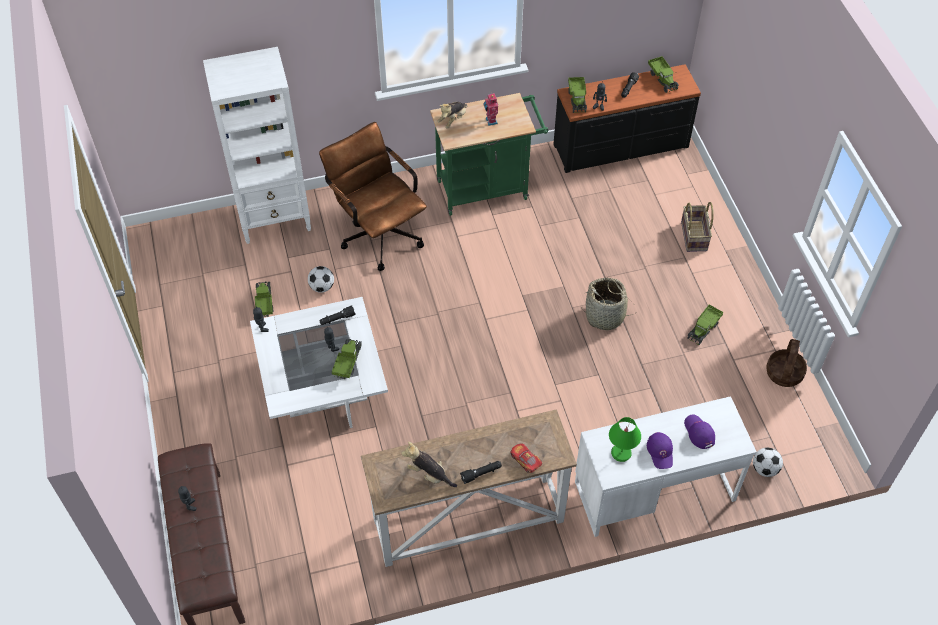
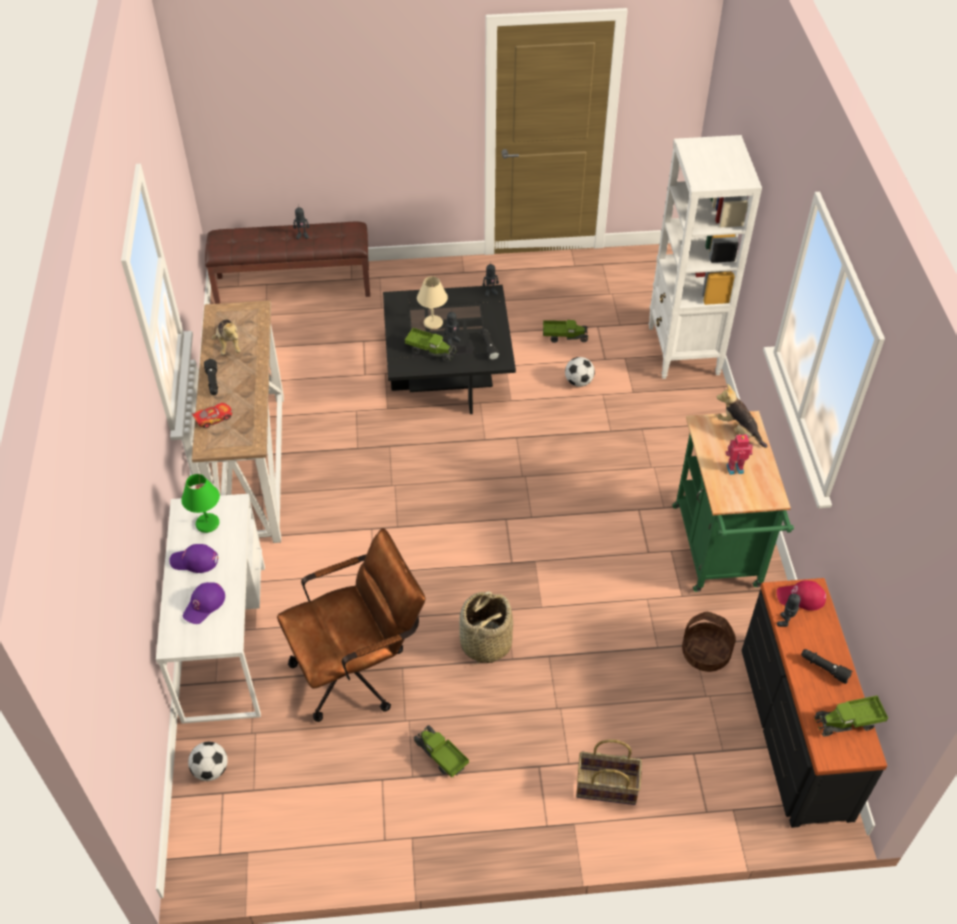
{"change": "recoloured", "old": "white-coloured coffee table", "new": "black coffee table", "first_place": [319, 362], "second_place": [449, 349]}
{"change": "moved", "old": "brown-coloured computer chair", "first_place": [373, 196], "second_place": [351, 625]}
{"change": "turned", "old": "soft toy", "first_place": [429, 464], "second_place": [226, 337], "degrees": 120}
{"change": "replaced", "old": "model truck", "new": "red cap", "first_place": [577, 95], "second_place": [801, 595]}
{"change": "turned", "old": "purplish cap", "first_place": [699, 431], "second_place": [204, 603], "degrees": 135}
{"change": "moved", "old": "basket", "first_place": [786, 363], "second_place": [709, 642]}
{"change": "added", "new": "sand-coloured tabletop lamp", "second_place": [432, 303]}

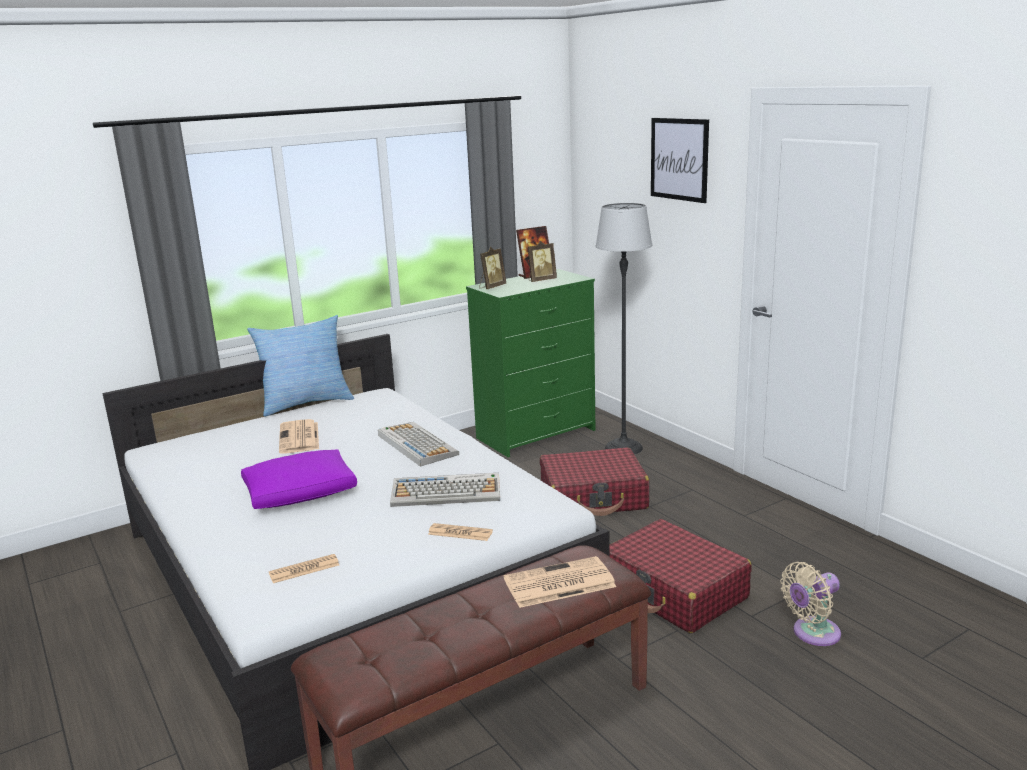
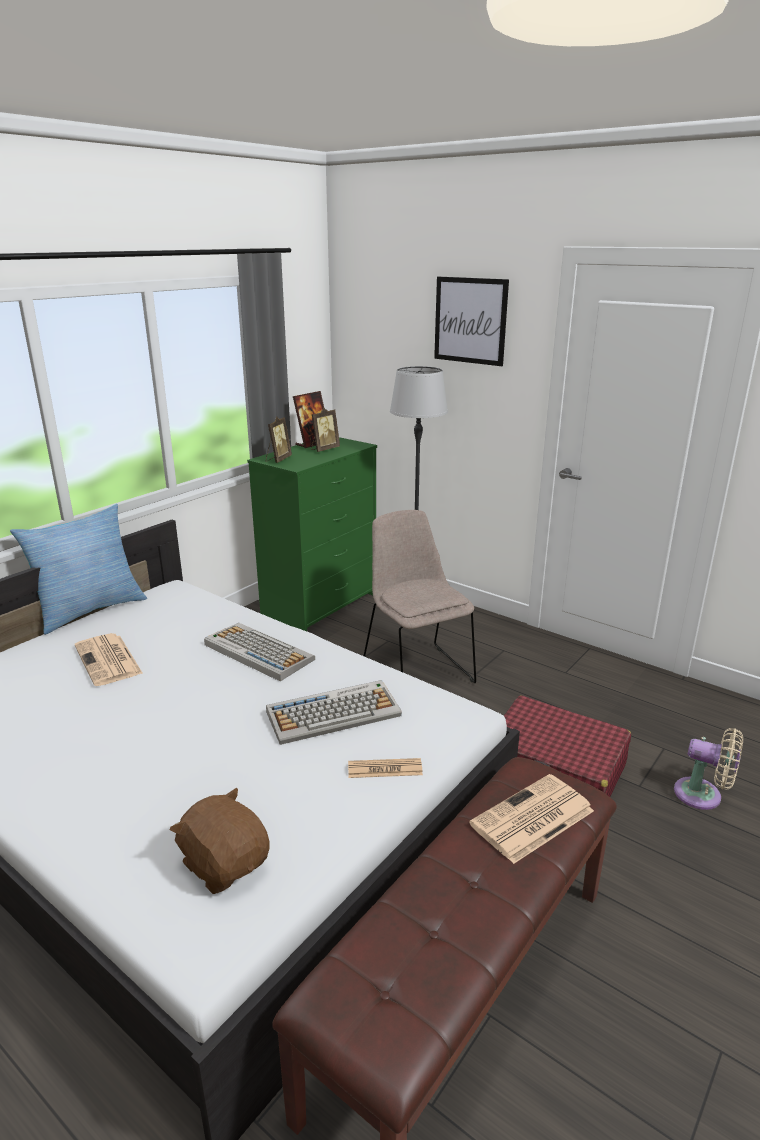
{"change": "removed", "old": "purplish throw pillow", "first_place": [299, 479]}
{"change": "replaced", "old": "daily paper", "new": "brown-coloured soft toy", "first_place": [304, 568], "second_place": [220, 841]}
{"change": "replaced", "old": "red suitcase", "new": "sand-coloured plain chair", "first_place": [594, 482], "second_place": [419, 596]}
{"change": "turned", "old": "sand-coloured fan", "first_place": [810, 604], "second_place": [708, 769], "degrees": -105}

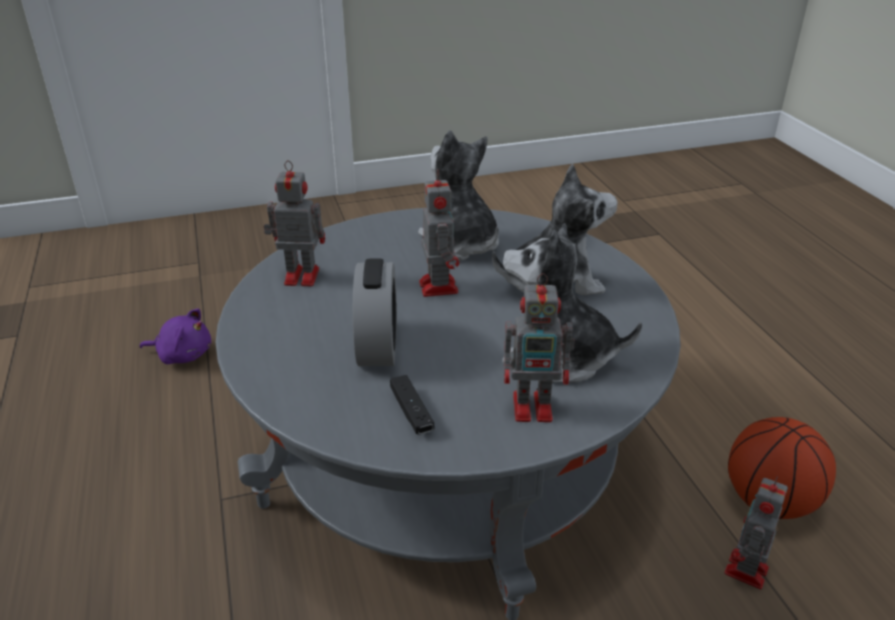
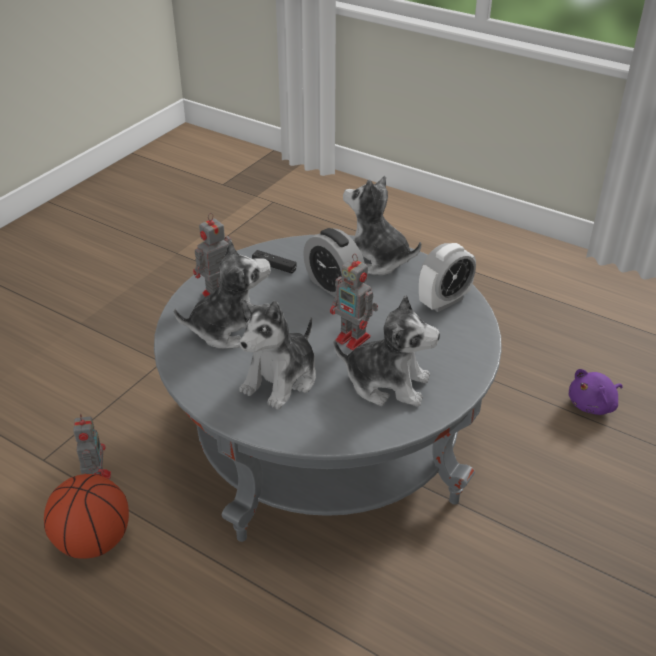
{"change": "replaced", "old": "robot figure", "new": "bedside clock", "first_place": [294, 223], "second_place": [447, 277]}
{"change": "added", "new": "soft toy", "second_place": [382, 225]}

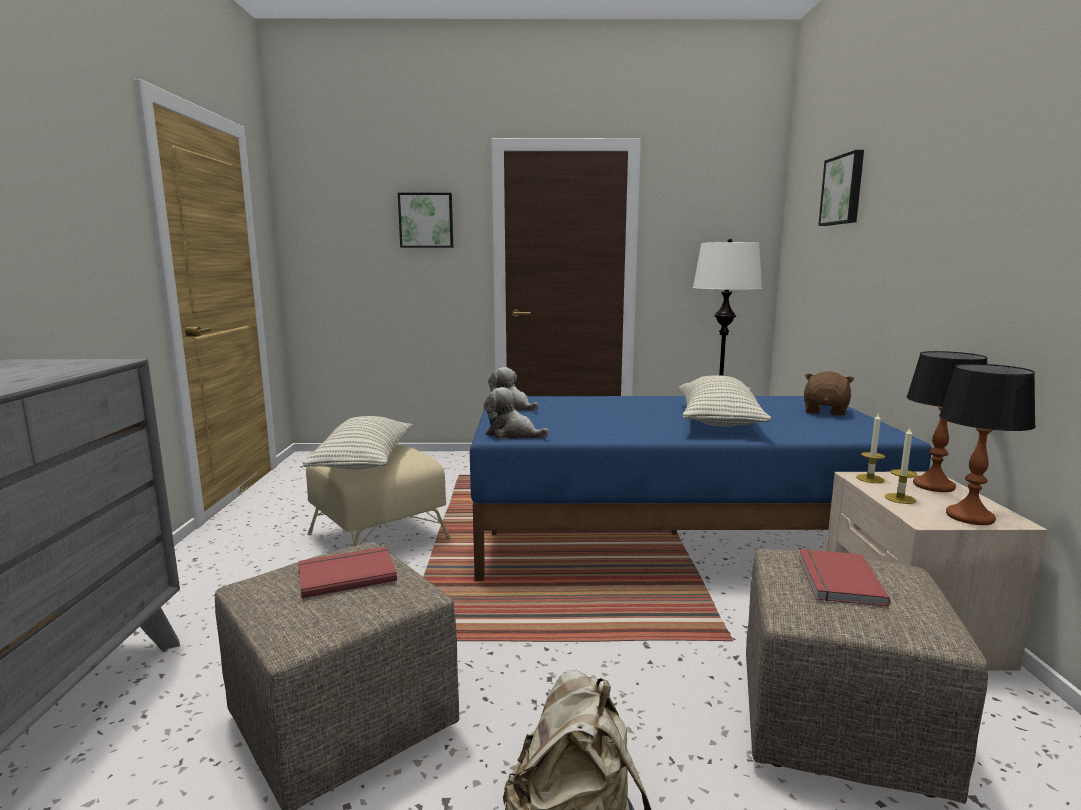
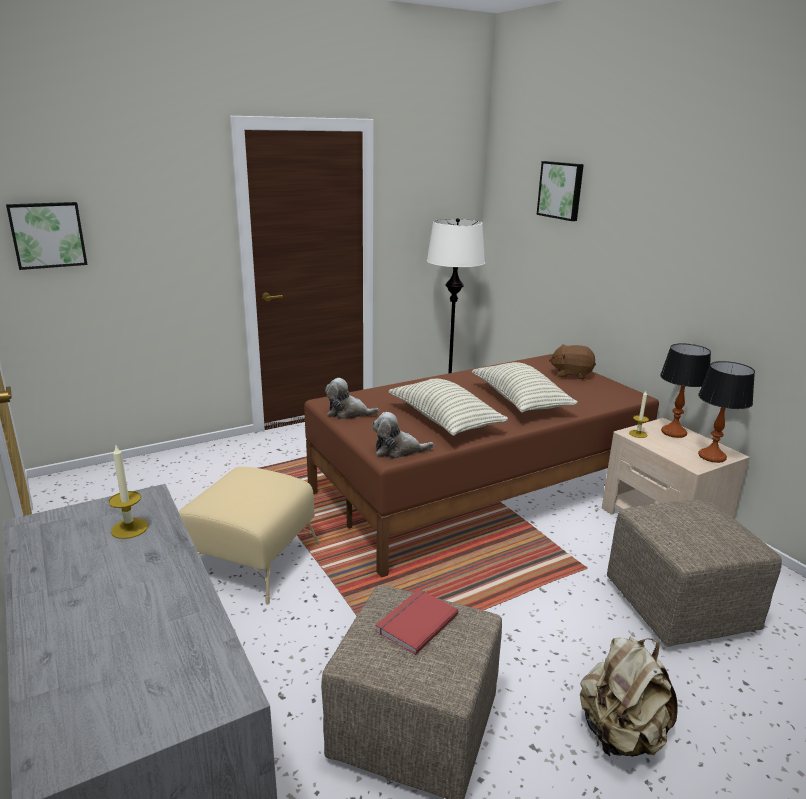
{"change": "moved", "old": "throw pillow", "first_place": [357, 442], "second_place": [448, 407]}
{"change": "moved", "old": "wall art", "first_place": [425, 220], "second_place": [46, 236]}
{"change": "recoloured", "old": "blue-coloured bed", "new": "brown-coloured bed", "first_place": [701, 488], "second_place": [481, 466]}
{"change": "removed", "old": "red book", "first_place": [845, 578]}
{"change": "turned", "old": "brown-coloured soft toy", "first_place": [829, 393], "second_place": [572, 362], "degrees": -75}
{"change": "moved", "old": "candle", "first_place": [901, 466], "second_place": [128, 492]}

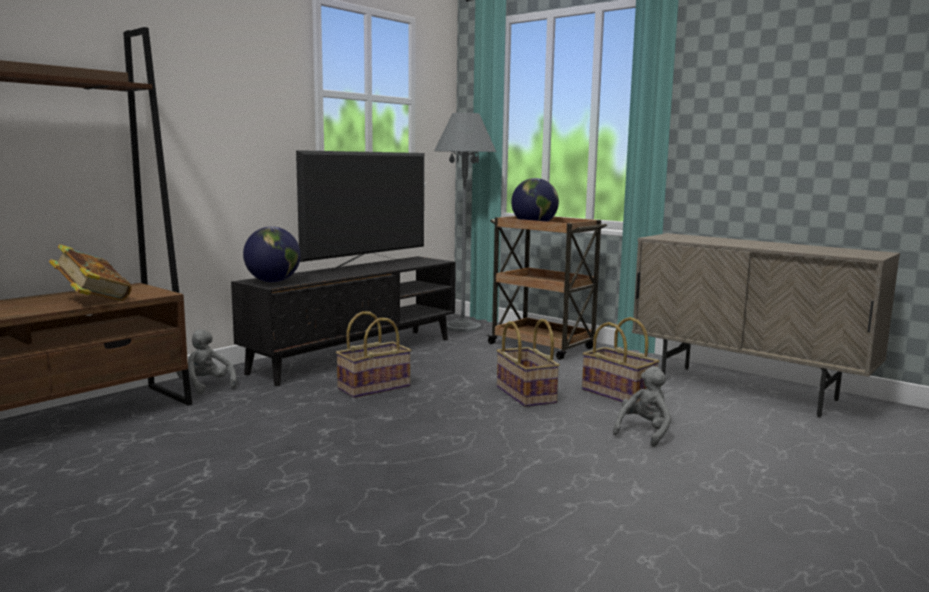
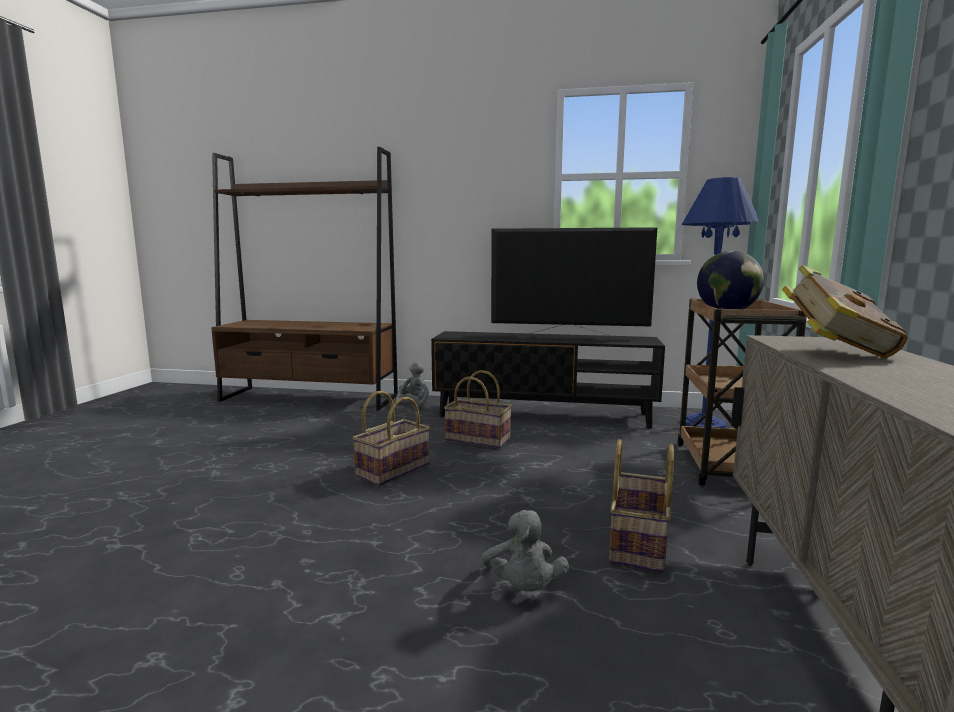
{"change": "moved", "old": "book", "first_place": [90, 272], "second_place": [845, 311]}
{"change": "removed", "old": "globe", "first_place": [272, 254]}
{"change": "recoloured", "old": "gray standard lamp", "new": "blue-coloured standard lamp", "first_place": [465, 222], "second_place": [720, 302]}
{"change": "moved", "old": "basket", "first_place": [528, 363], "second_place": [391, 438]}
{"change": "turned", "old": "gray soft toy", "first_place": [642, 406], "second_place": [525, 550], "degrees": 75}

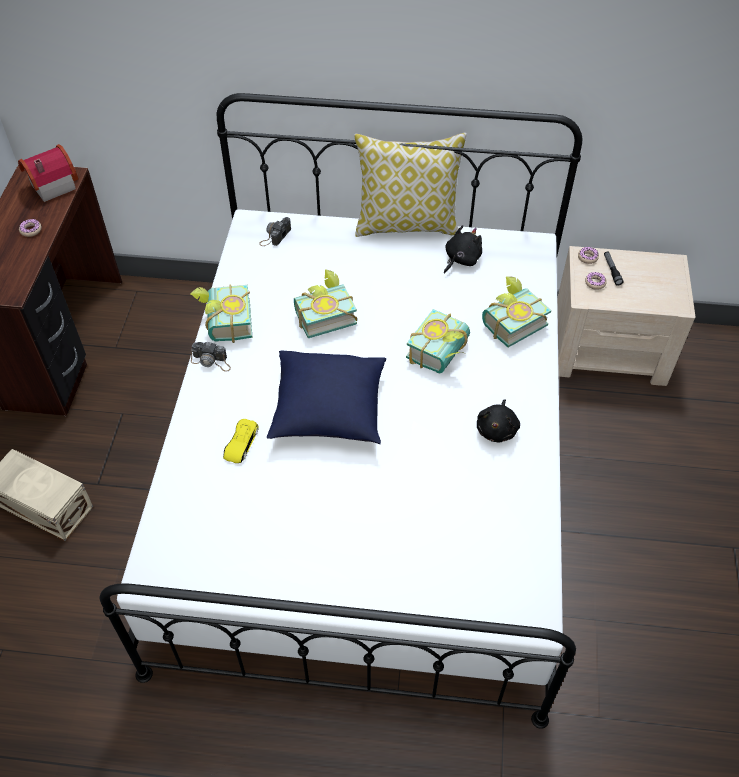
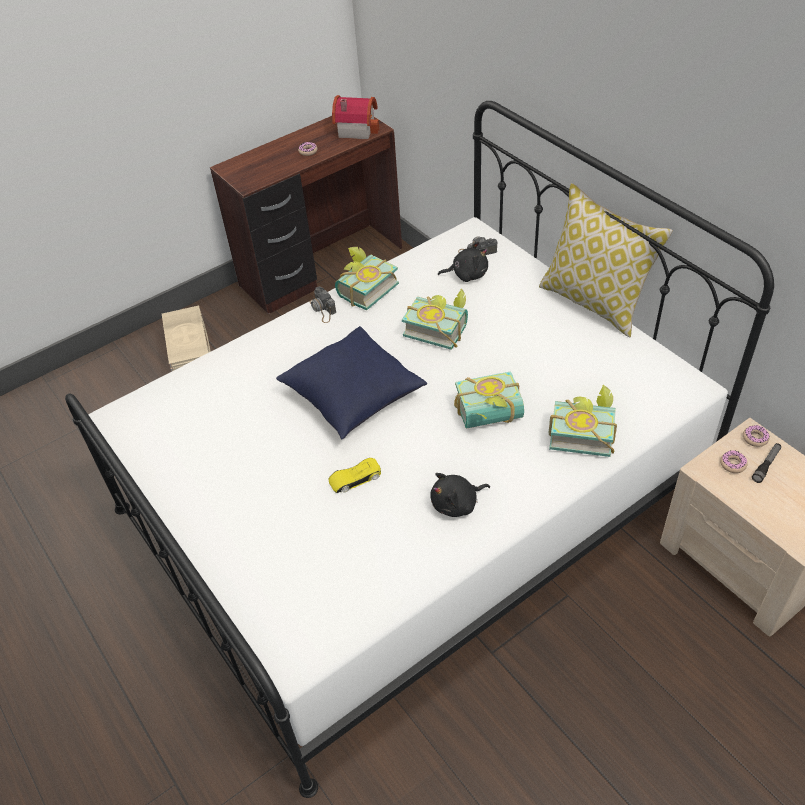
{"change": "moved", "old": "yellow miniature car", "first_place": [240, 441], "second_place": [355, 475]}
{"change": "moved", "old": "black soft toy", "first_place": [463, 249], "second_place": [463, 262]}

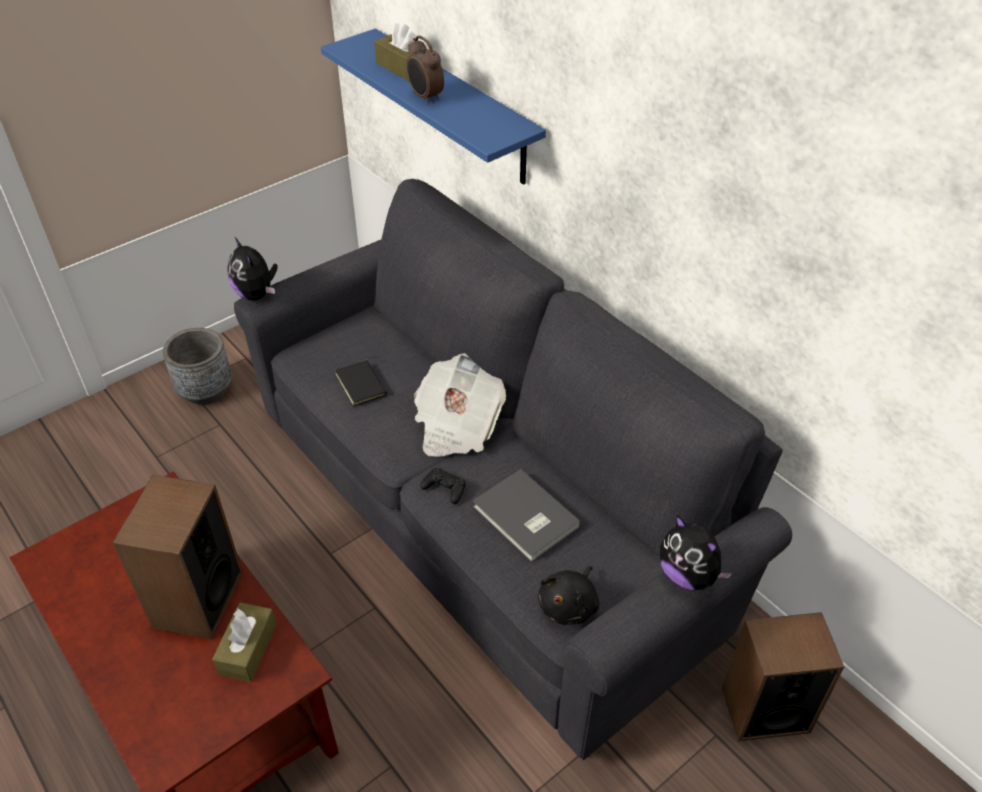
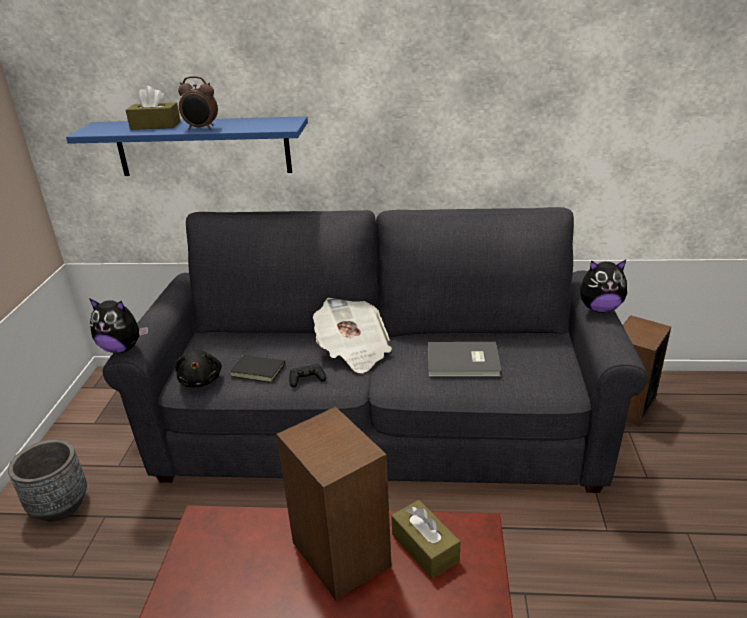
{"change": "moved", "old": "black game controller", "first_place": [443, 486], "second_place": [307, 376]}
{"change": "moved", "old": "black soft toy", "first_place": [569, 595], "second_place": [198, 368]}

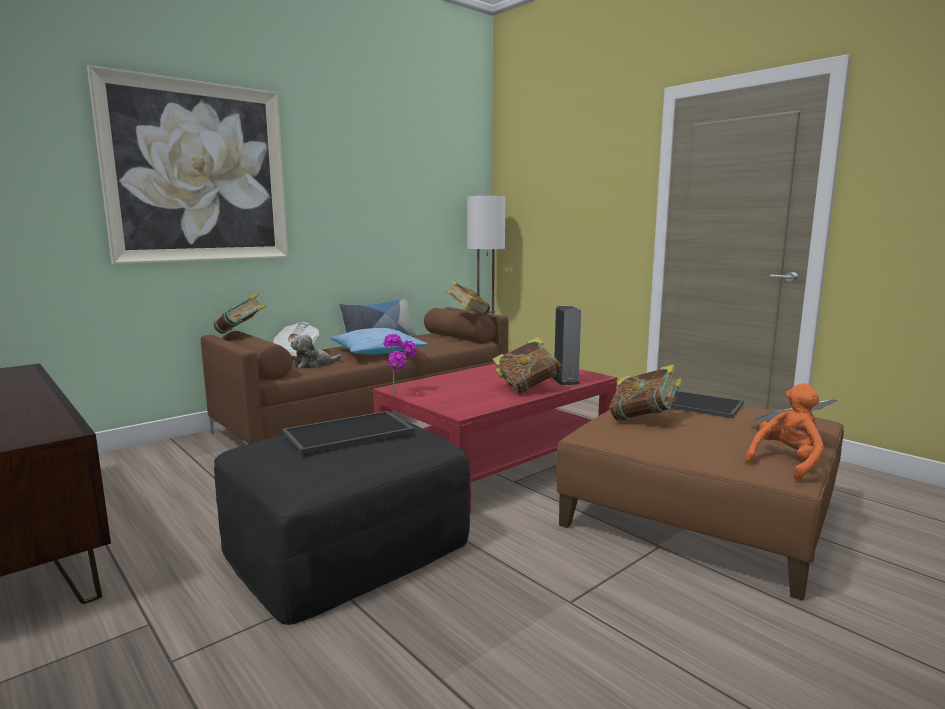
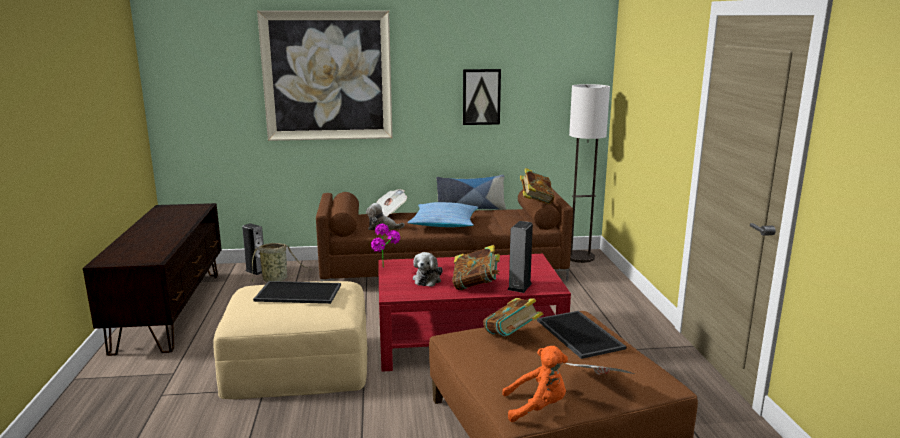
{"change": "removed", "old": "book", "first_place": [240, 313]}
{"change": "recoloured", "old": "black ottoman", "new": "sand-coloured ottoman", "first_place": [342, 523], "second_place": [290, 340]}
{"change": "added", "new": "audio speaker", "second_place": [253, 249]}
{"change": "added", "new": "basket", "second_place": [281, 262]}
{"change": "added", "new": "soft toy", "second_place": [428, 269]}
{"change": "added", "new": "wall art", "second_place": [482, 97]}

